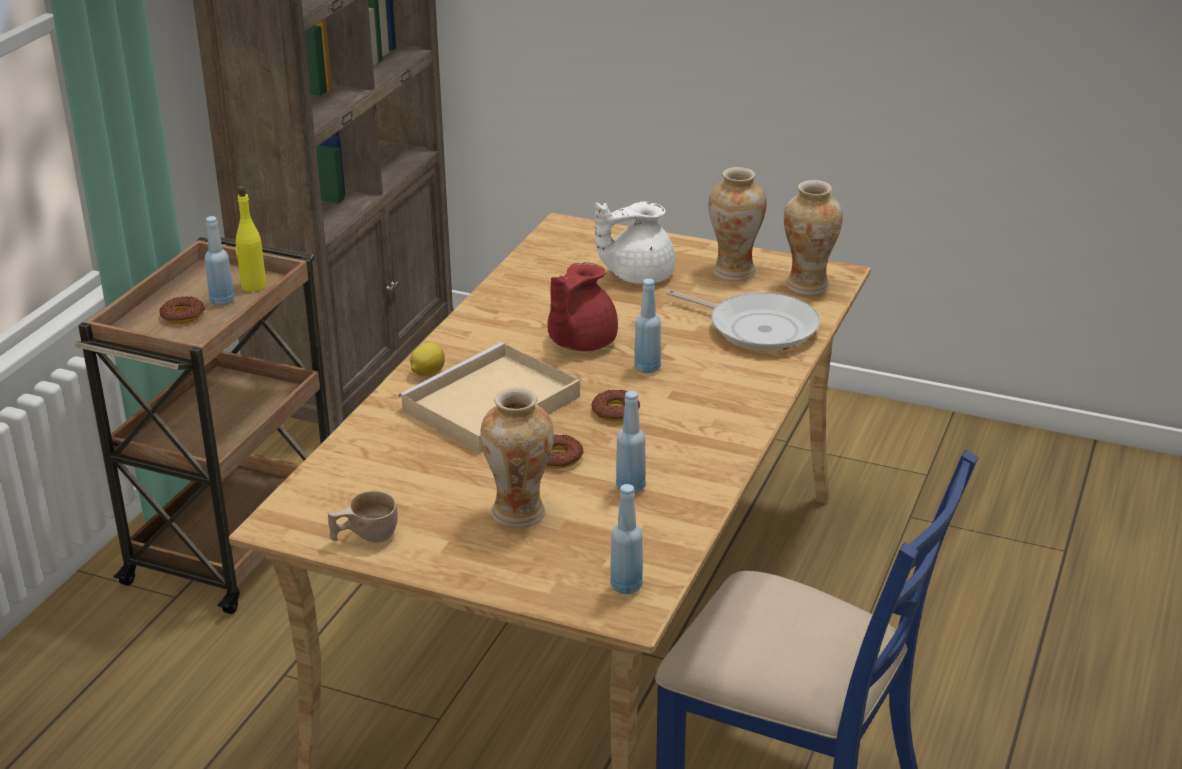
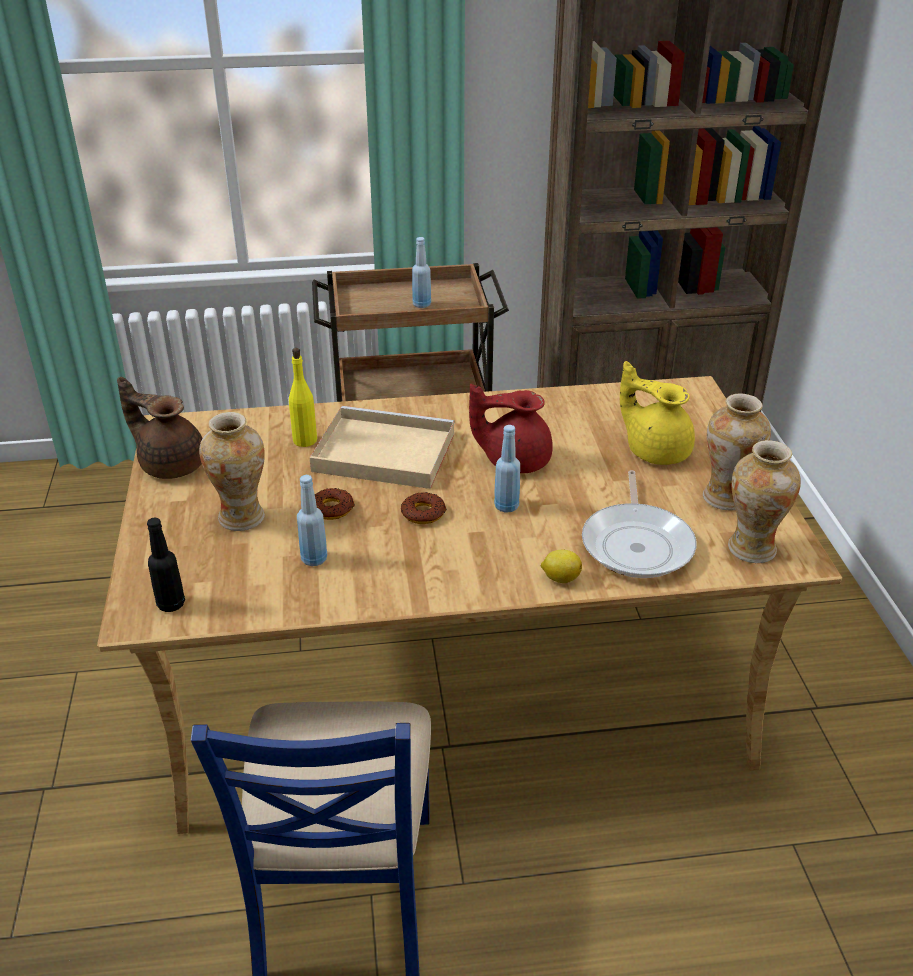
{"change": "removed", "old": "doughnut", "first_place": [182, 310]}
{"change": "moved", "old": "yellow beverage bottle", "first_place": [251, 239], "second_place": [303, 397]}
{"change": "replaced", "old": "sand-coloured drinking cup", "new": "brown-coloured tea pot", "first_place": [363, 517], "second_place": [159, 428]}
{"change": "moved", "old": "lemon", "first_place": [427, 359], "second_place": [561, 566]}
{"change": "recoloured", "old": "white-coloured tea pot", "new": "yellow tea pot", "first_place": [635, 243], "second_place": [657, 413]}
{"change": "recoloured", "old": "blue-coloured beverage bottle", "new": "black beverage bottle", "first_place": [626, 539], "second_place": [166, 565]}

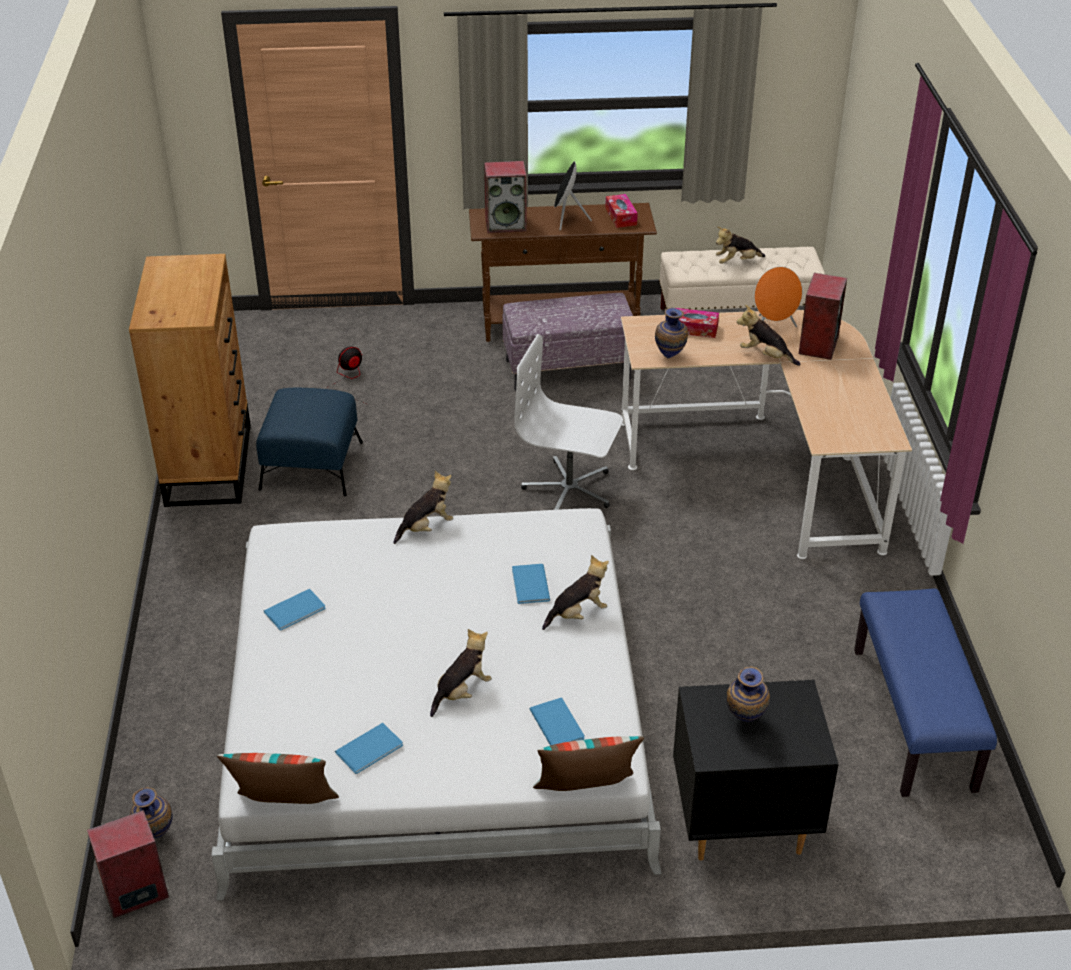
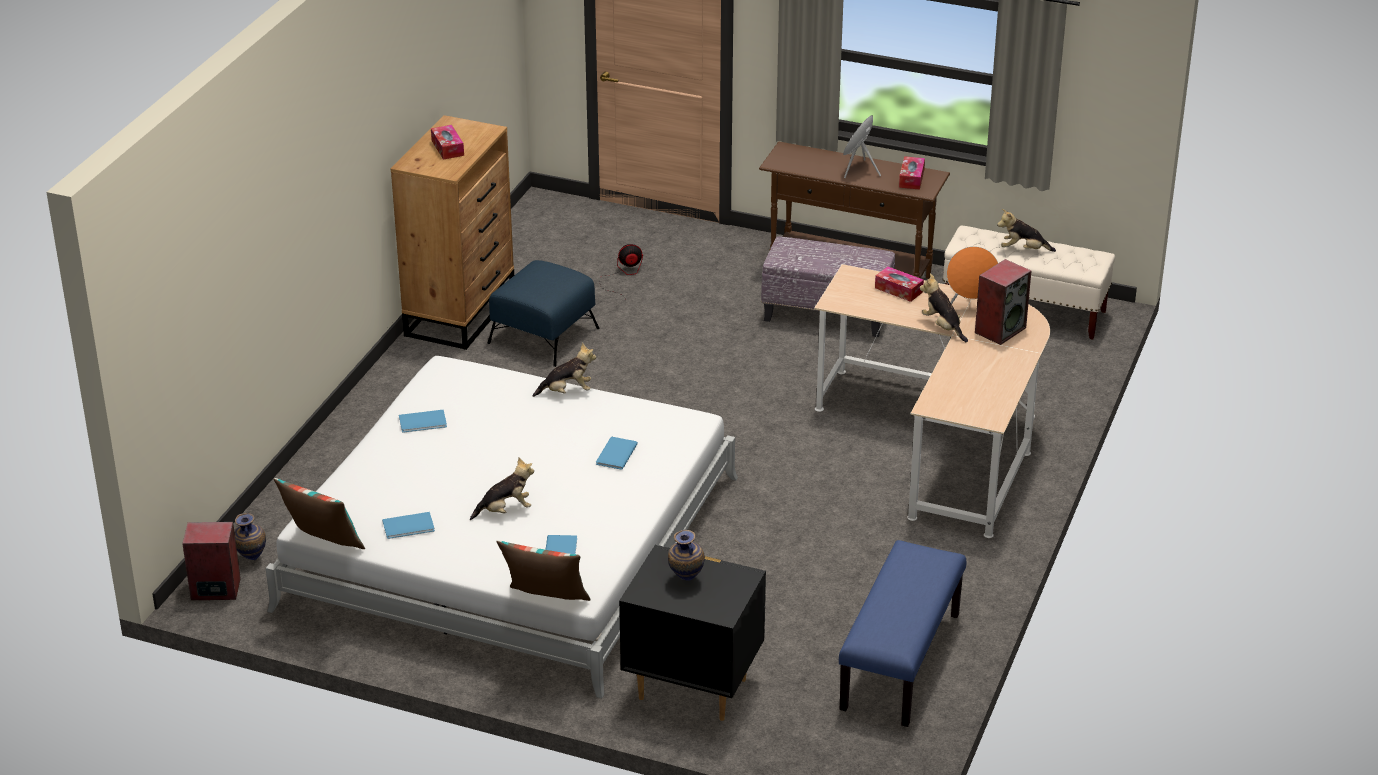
{"change": "removed", "old": "audio speaker", "first_place": [505, 197]}
{"change": "removed", "old": "white-coloured computer chair", "first_place": [568, 422]}
{"change": "removed", "old": "soft toy", "first_place": [575, 592]}
{"change": "removed", "old": "decorative vase", "first_place": [671, 333]}
{"change": "added", "new": "tissue box", "second_place": [447, 142]}

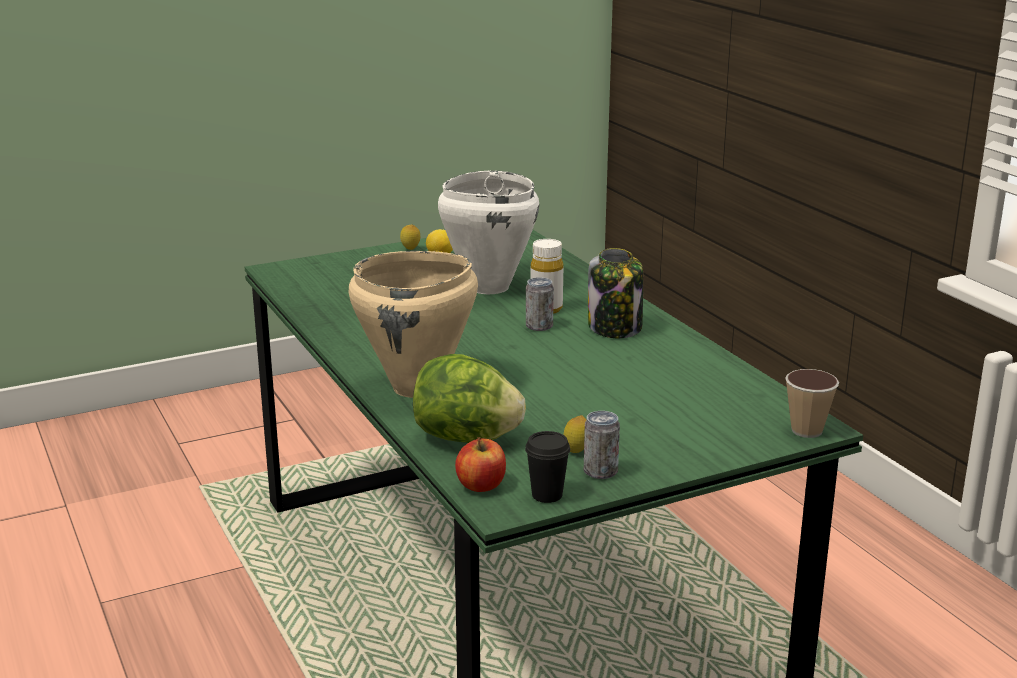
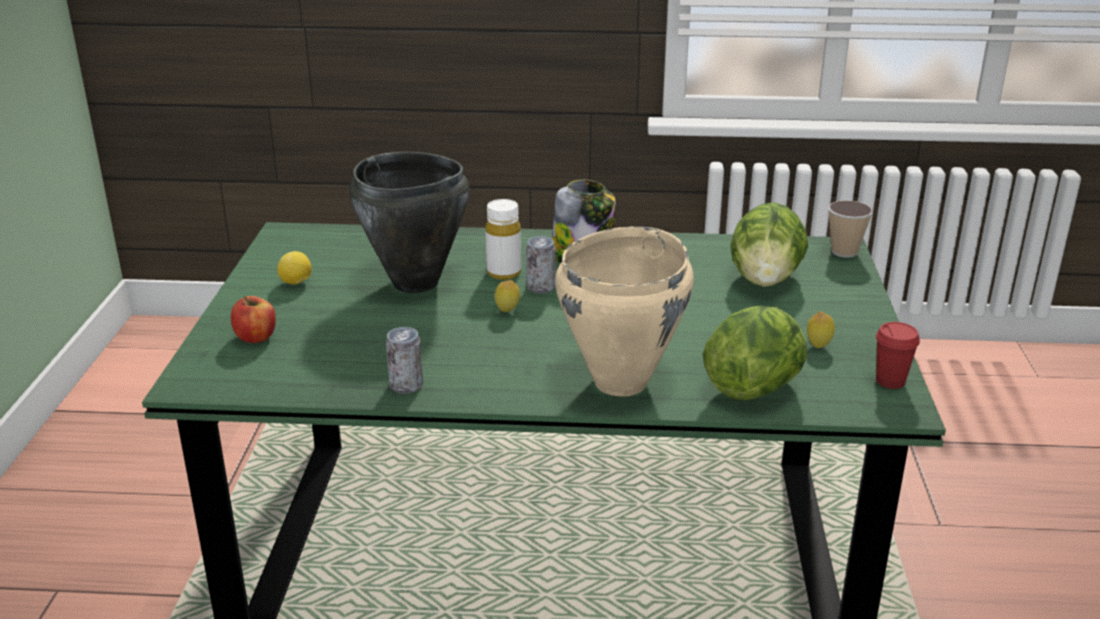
{"change": "moved", "old": "lemon", "first_place": [410, 237], "second_place": [507, 296]}
{"change": "recoloured", "old": "white-coloured cooking pot", "new": "black cooking pot", "first_place": [488, 232], "second_place": [409, 222]}
{"change": "moved", "old": "whole apple", "first_place": [480, 464], "second_place": [253, 319]}
{"change": "recoloured", "old": "black drinking cup", "new": "red drinking cup", "first_place": [547, 467], "second_place": [898, 355]}
{"change": "moved", "old": "can", "first_place": [602, 445], "second_place": [404, 360]}
{"change": "added", "new": "lettuce head", "second_place": [769, 244]}

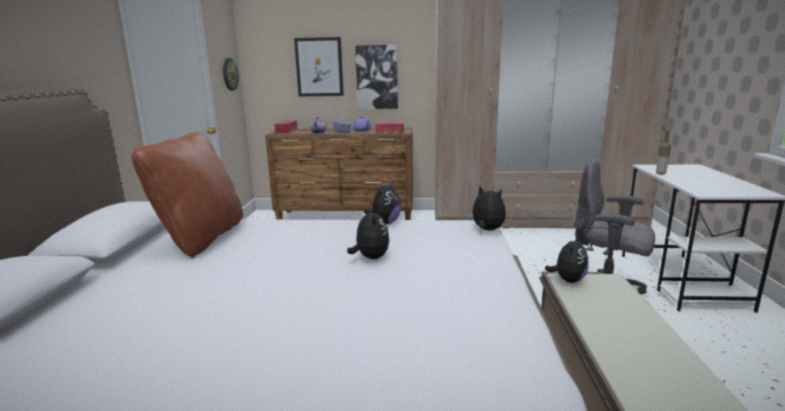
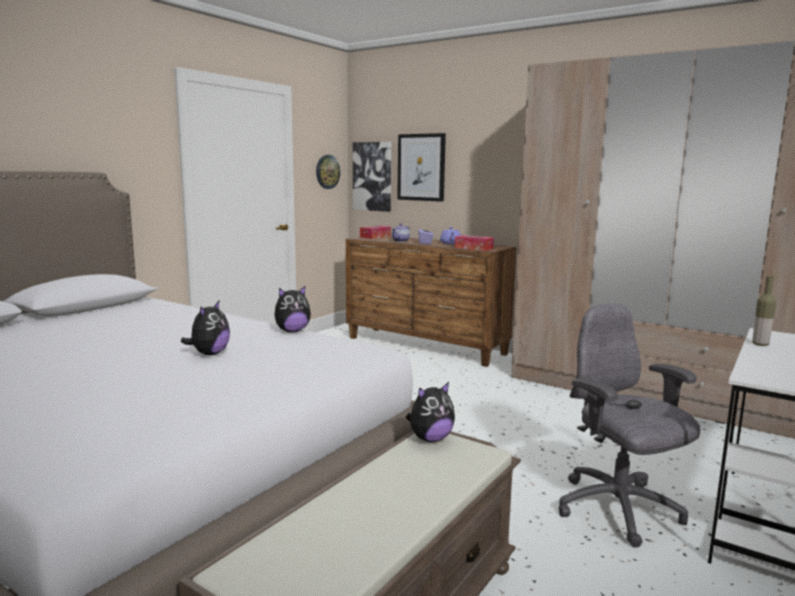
{"change": "removed", "old": "brown-coloured throw pillow", "first_place": [187, 195]}
{"change": "moved", "old": "wall art", "first_place": [376, 77], "second_place": [372, 177]}
{"change": "removed", "old": "soft toy", "first_place": [486, 208]}

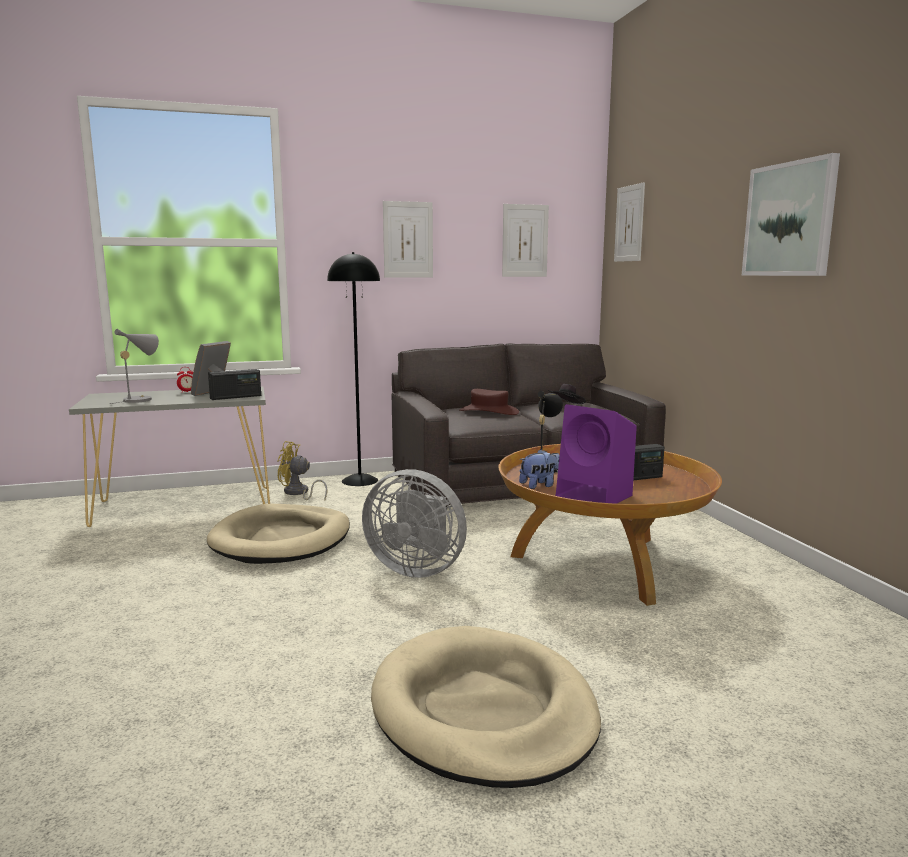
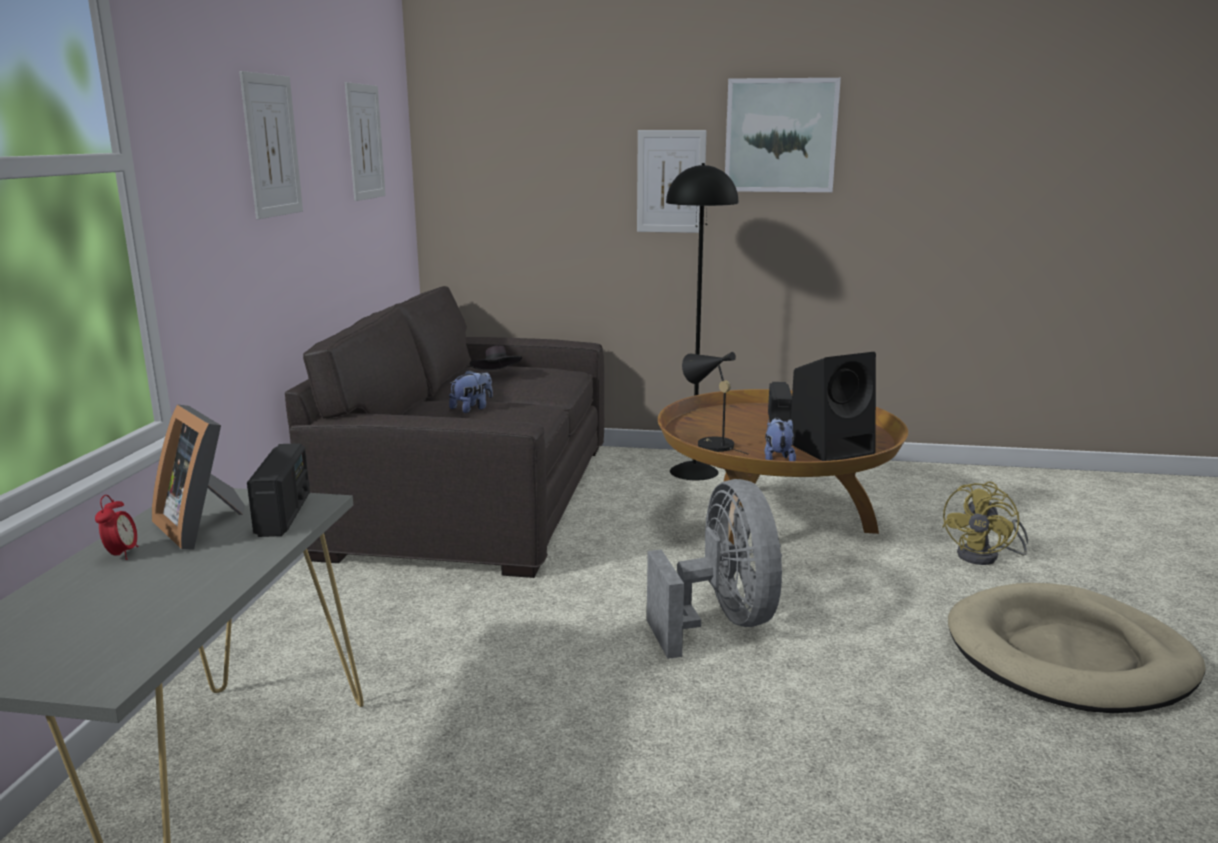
{"change": "removed", "old": "gray tabletop lamp", "first_place": [134, 366]}
{"change": "removed", "old": "sand-coloured pet bed", "first_place": [278, 534]}
{"change": "moved", "old": "yellow fan", "first_place": [302, 470], "second_place": [985, 523]}
{"change": "moved", "old": "black standard lamp", "first_place": [353, 369], "second_place": [702, 322]}
{"change": "turned", "old": "gray fan", "first_place": [414, 523], "second_place": [714, 569], "degrees": -60}
{"change": "replaced", "old": "brown-coloured wearable hat", "new": "soft toy", "first_place": [489, 402], "second_place": [471, 391]}
{"change": "recoloured", "old": "purplish audio speaker", "new": "black audio speaker", "first_place": [596, 454], "second_place": [833, 406]}
{"change": "moved", "old": "wall art", "first_place": [629, 222], "second_place": [672, 181]}

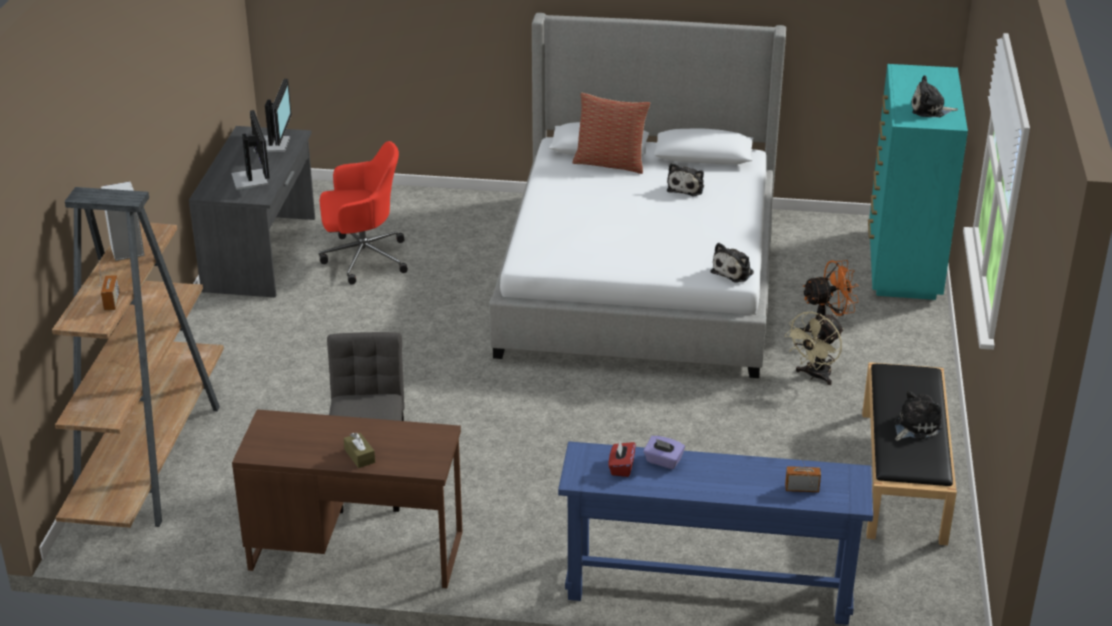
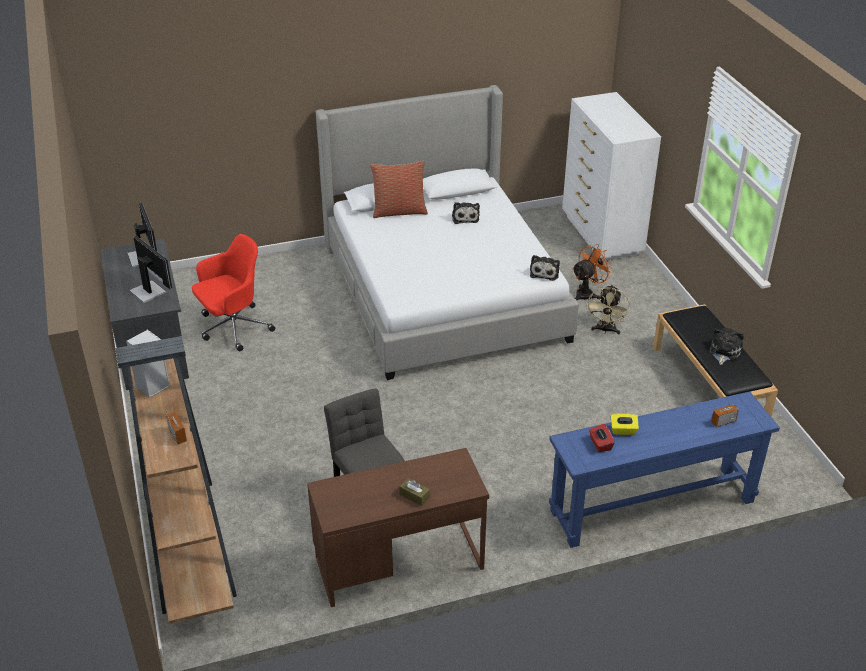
{"change": "recoloured", "old": "purplish tissue box", "new": "yellow tissue box", "first_place": [664, 452], "second_place": [624, 424]}
{"change": "recoloured", "old": "turquoise-coloured chest of drawers", "new": "white-coloured chest of drawers", "first_place": [918, 182], "second_place": [611, 176]}
{"change": "removed", "old": "soft toy", "first_place": [934, 96]}

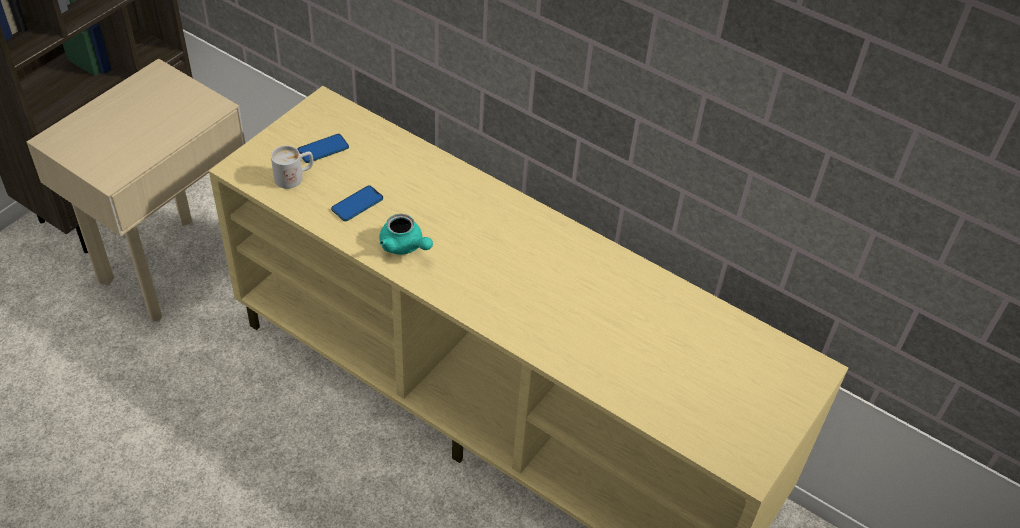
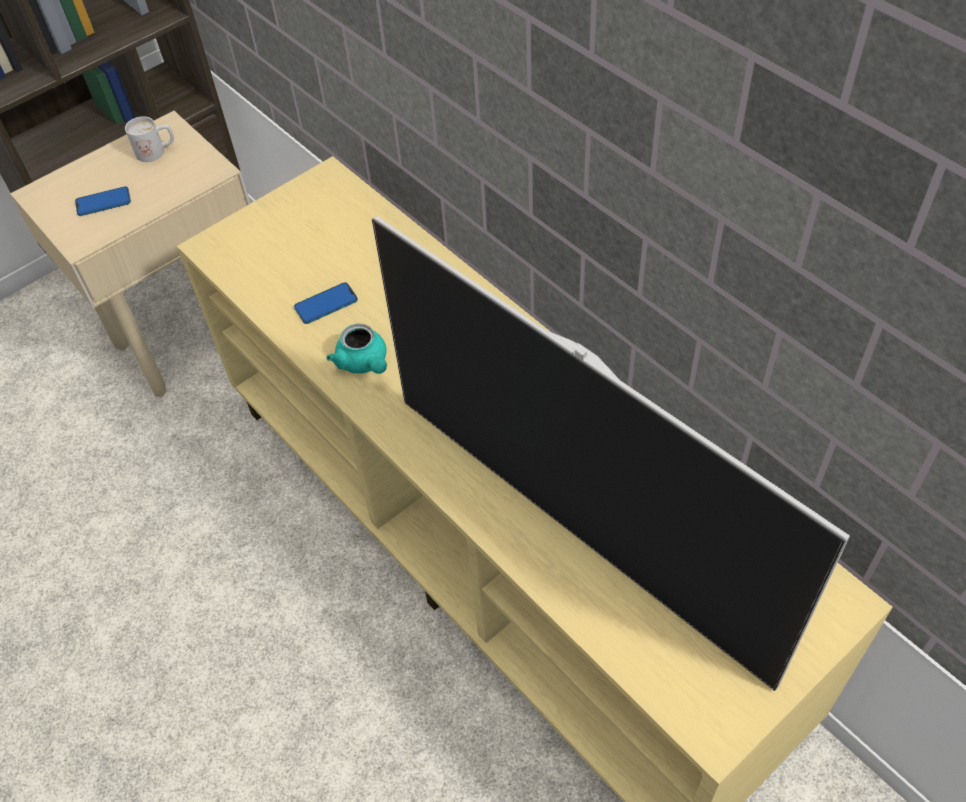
{"change": "moved", "old": "white-coloured mug", "first_place": [292, 167], "second_place": [149, 139]}
{"change": "moved", "old": "handset", "first_place": [323, 148], "second_place": [103, 201]}
{"change": "added", "new": "television", "second_place": [611, 453]}

